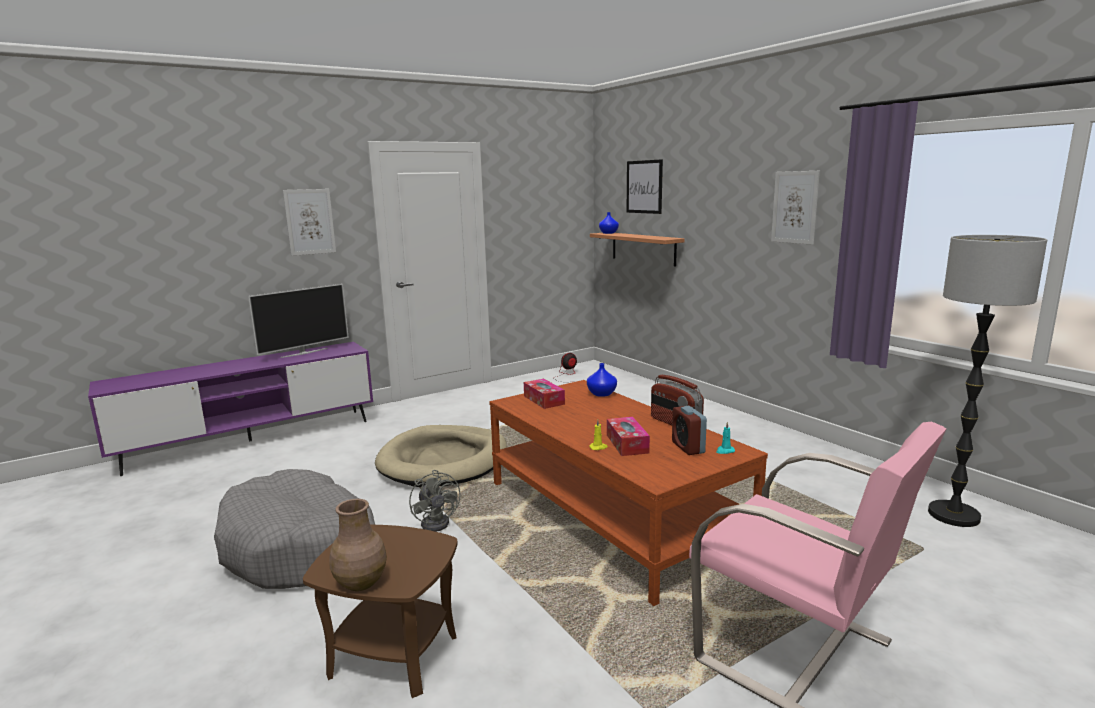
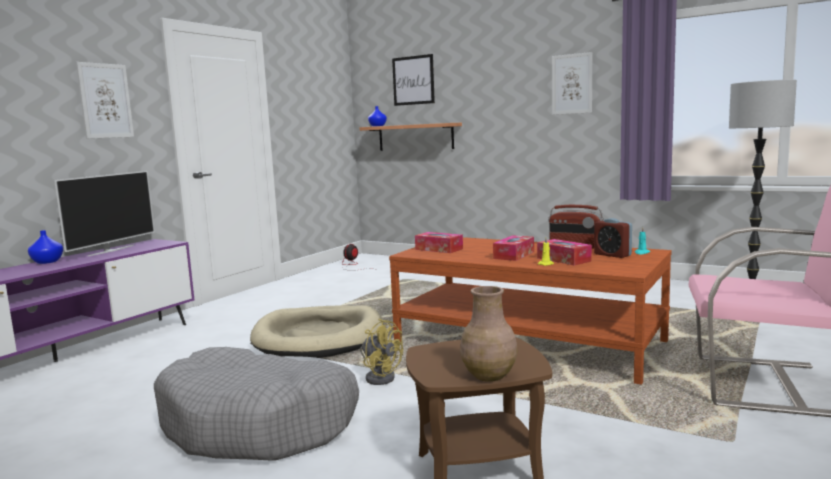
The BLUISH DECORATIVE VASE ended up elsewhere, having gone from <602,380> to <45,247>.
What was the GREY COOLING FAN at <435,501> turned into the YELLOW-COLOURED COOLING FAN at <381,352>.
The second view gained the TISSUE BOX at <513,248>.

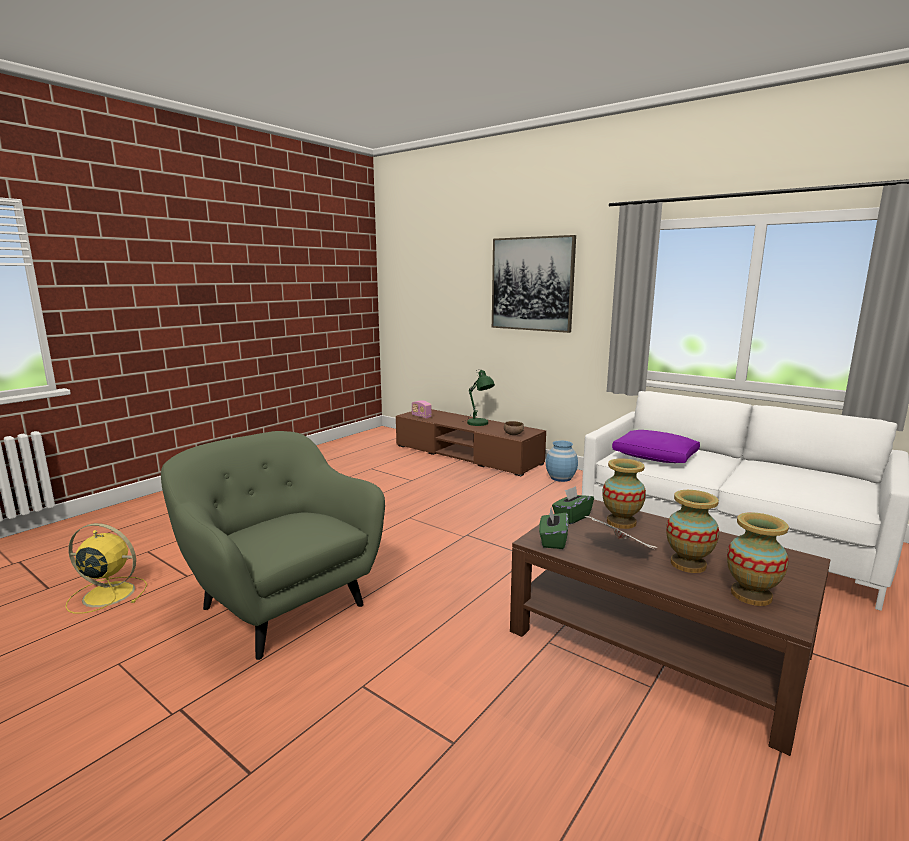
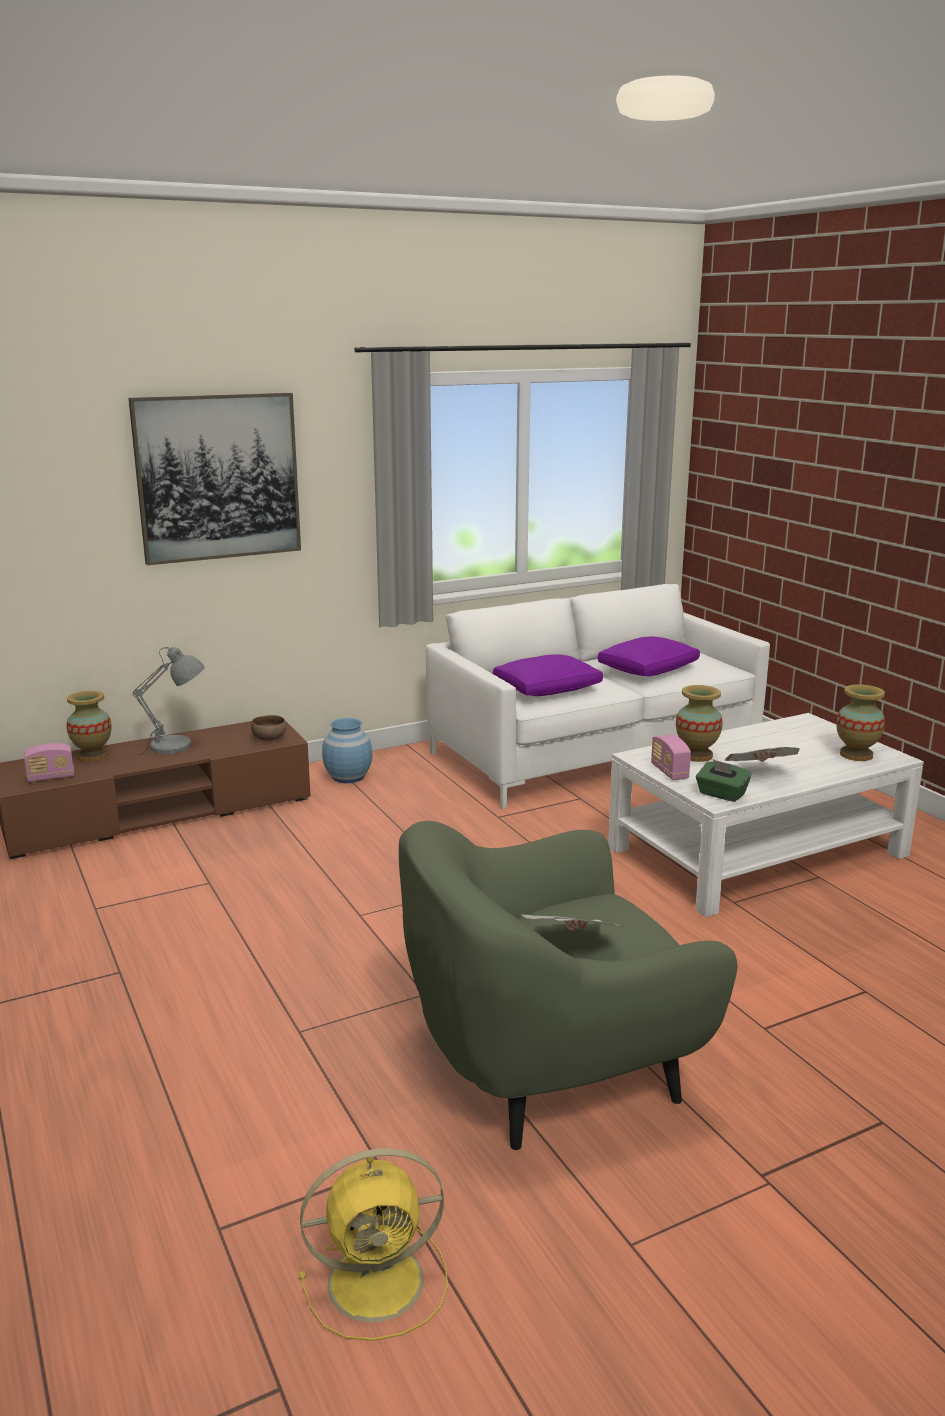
The DECORATIVE VASE ended up elsewhere, having gone from <692,531> to <89,726>.
What was the GREEN LAMP FOR A TABLE at <479,397> turned into the GREY LAMP FOR A TABLE at <169,701>.
The YELLOW-COLOURED COOLING FAN at <106,568> ended up facing another way, 135 degrees counterclockwise from before.
The second view gained the DAILY PAPER at <571,923>.
The second view gained the PURPLE CUSHION at <649,656>.
What was the BROWN-COLOURED LOW TABLE at <670,628> turned into the WHITISH LOW TABLE at <766,815>.
Where the GREEN TISSUE BOX stood at <573,505>, the RADIO came to stand at <671,757>.

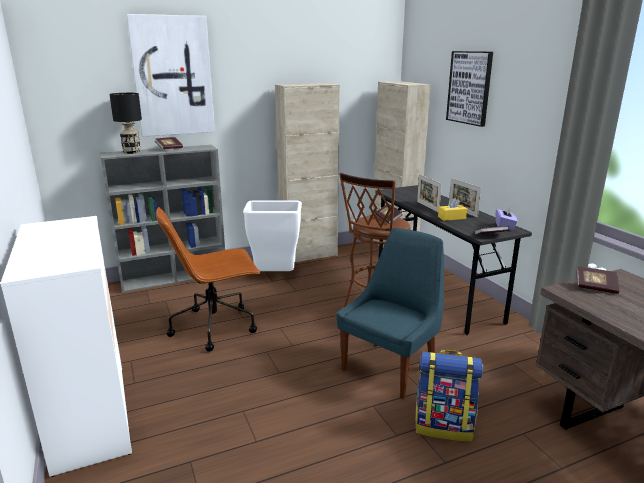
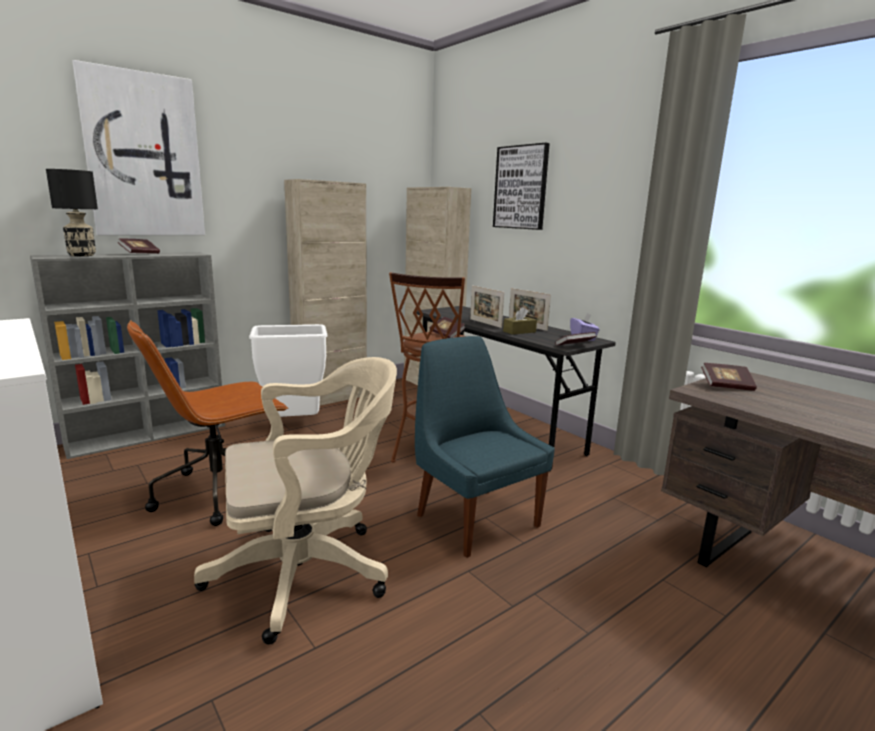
The second view gained the SAND-COLOURED OFFICE CHAIR at <295,501>.
The BLUISH CHAIR at <390,313> ended up facing another way, 60 degrees counterclockwise from before.
What was the YELLOW-COLOURED TISSUE BOX at <452,209> turned into the BROWN-COLOURED TISSUE BOX at <520,321>.
The second view lost the BACKPACK at <449,395>.

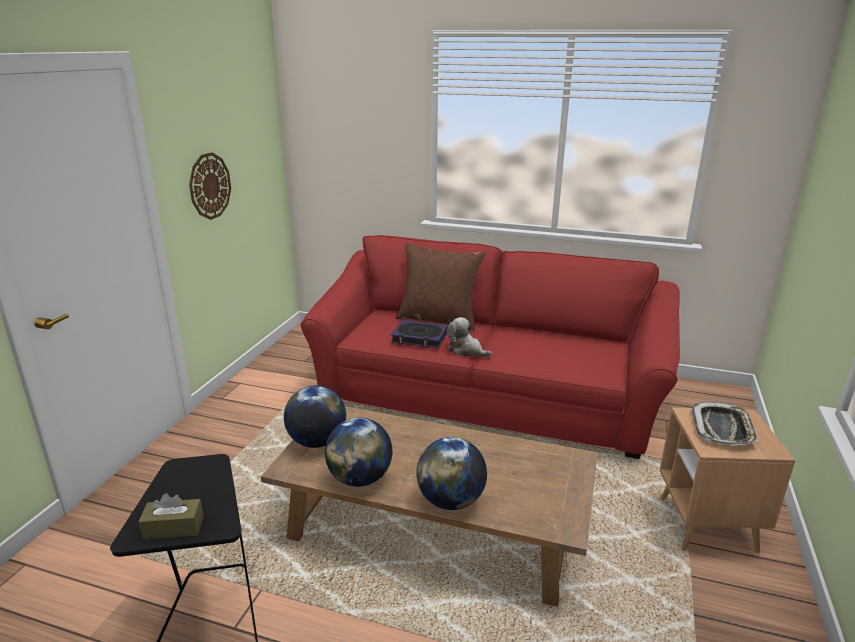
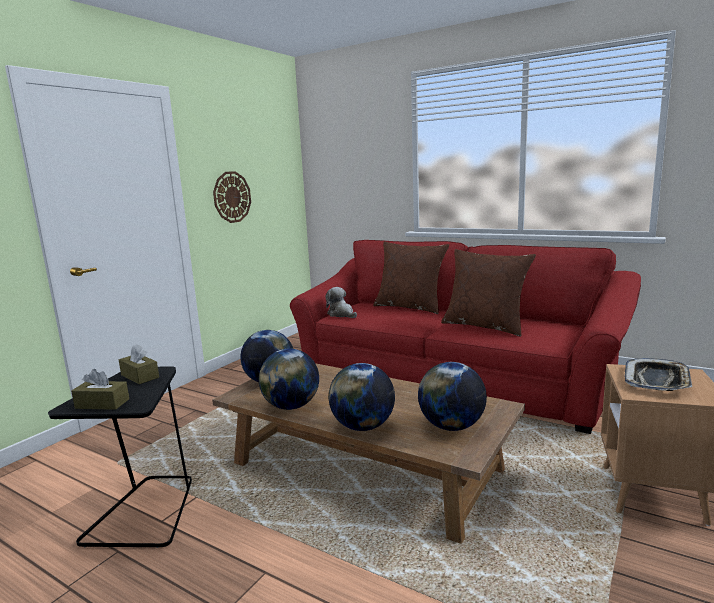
The second view gained the BROWN-COLOURED TISSUE BOX at <139,364>.
The PLUSH TOY ended up elsewhere, having gone from <469,337> to <341,302>.
The second view gained the WORLD GLOBE at <452,396>.
The second view gained the BROWN-COLOURED CUSHION at <488,293>.
The second view lost the BOUND BOOK at <419,334>.

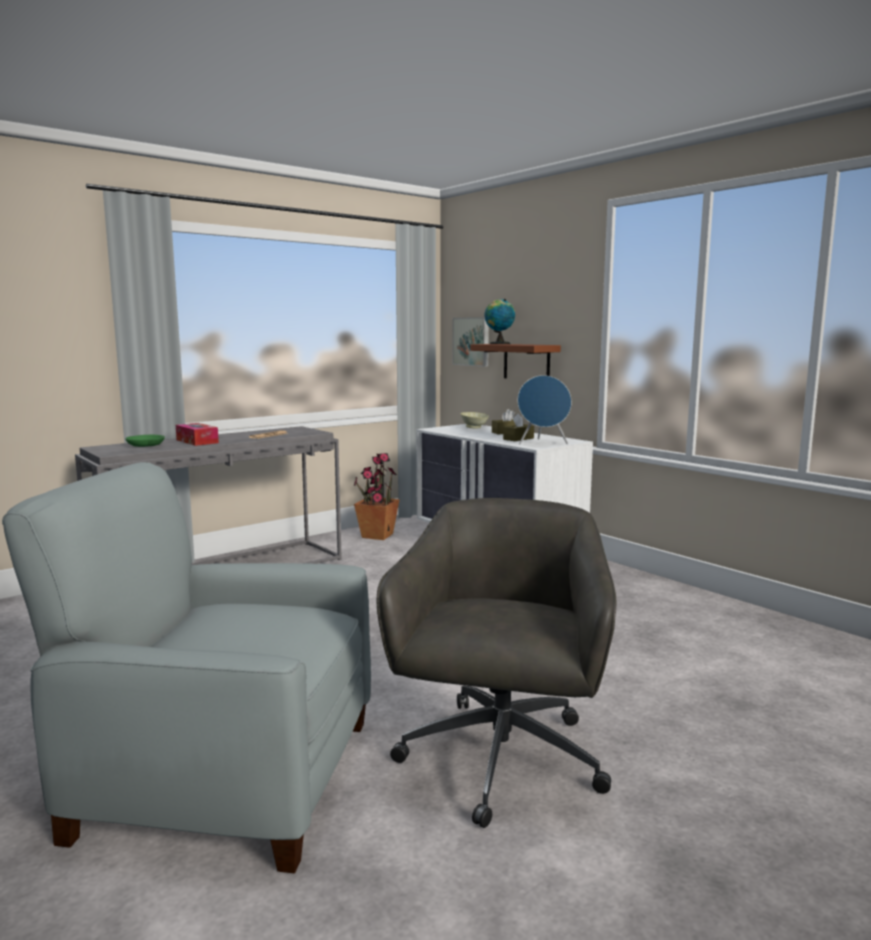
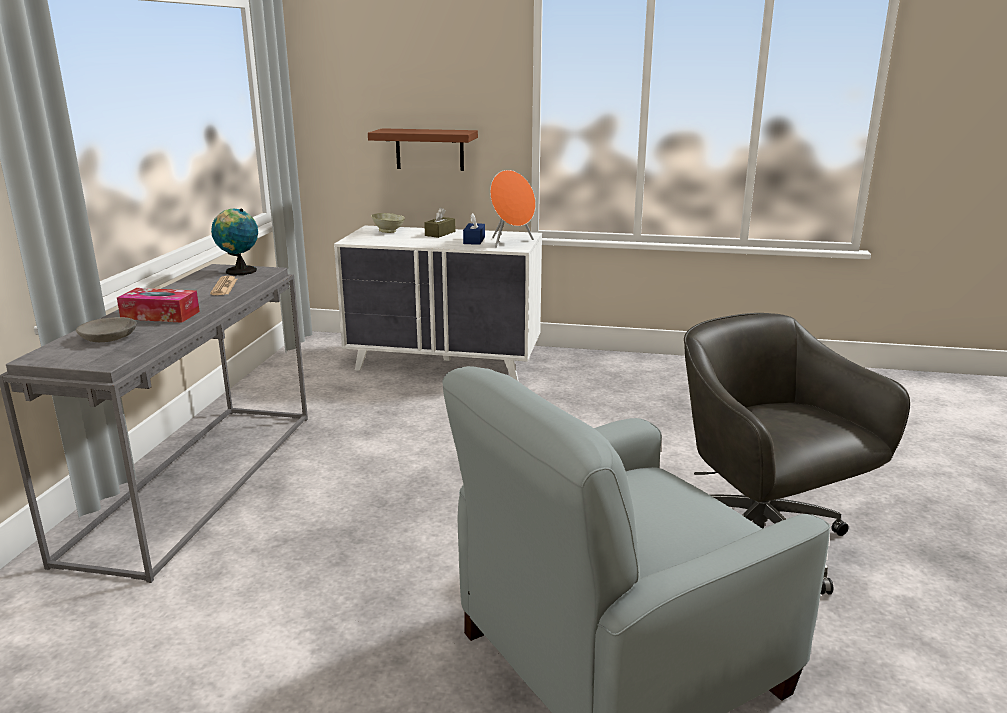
What was the GREEN DEEP DISH at <145,441> turned into the GREY DEEP DISH at <106,329>.
The WORLD GLOBE ended up elsewhere, having gone from <499,321> to <234,242>.
What was the BROWN-COLOURED TISSUE BOX at <518,427> turned into the BLUISH TISSUE BOX at <474,229>.
What was the BLUISH AUDIO SPEAKER at <545,409> turned into the ORANGE-COLOURED AUDIO SPEAKER at <513,209>.
The second view lost the HOUSEPLANT at <377,496>.
The second view lost the PICTURE at <470,342>.

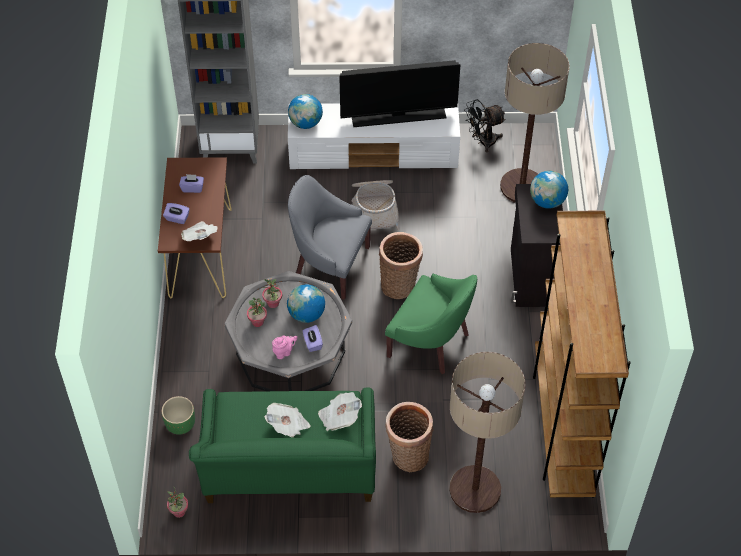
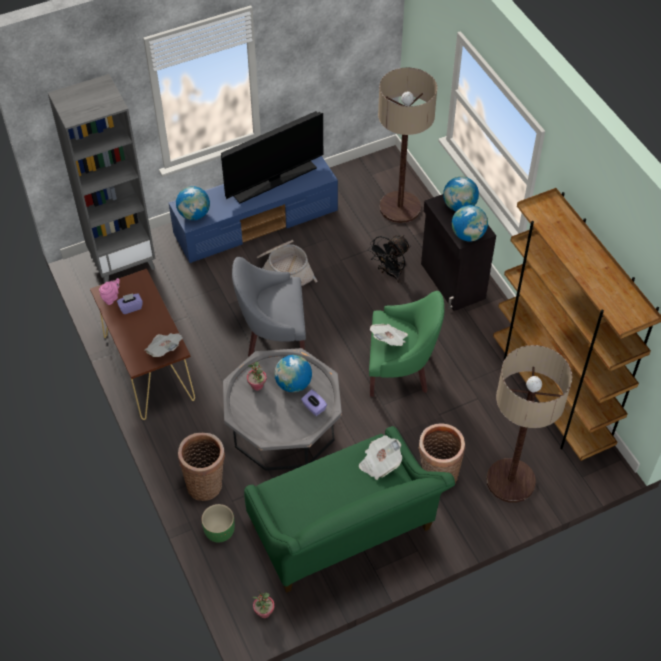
The PINK TEA POT ended up elsewhere, having gone from <284,347> to <109,291>.
What was the WHITISH MEDIA CONSOLE at <374,136> turned into the BLUISH MEDIA CONSOLE at <253,209>.
The HOUSEHOLD BASKET ended up elsewhere, having gone from <401,265> to <201,467>.
The BLACK COOLING FAN ended up elsewhere, having gone from <485,126> to <389,259>.
The DAILY PAPER ended up elsewhere, having gone from <287,420> to <389,335>.
The second view gained the WORLD GLOBE at <470,223>.
The second view lost the PURPLE TISSUE BOX at <176,213>.
The second view lost the HOUSEPLANT at <257,312>.

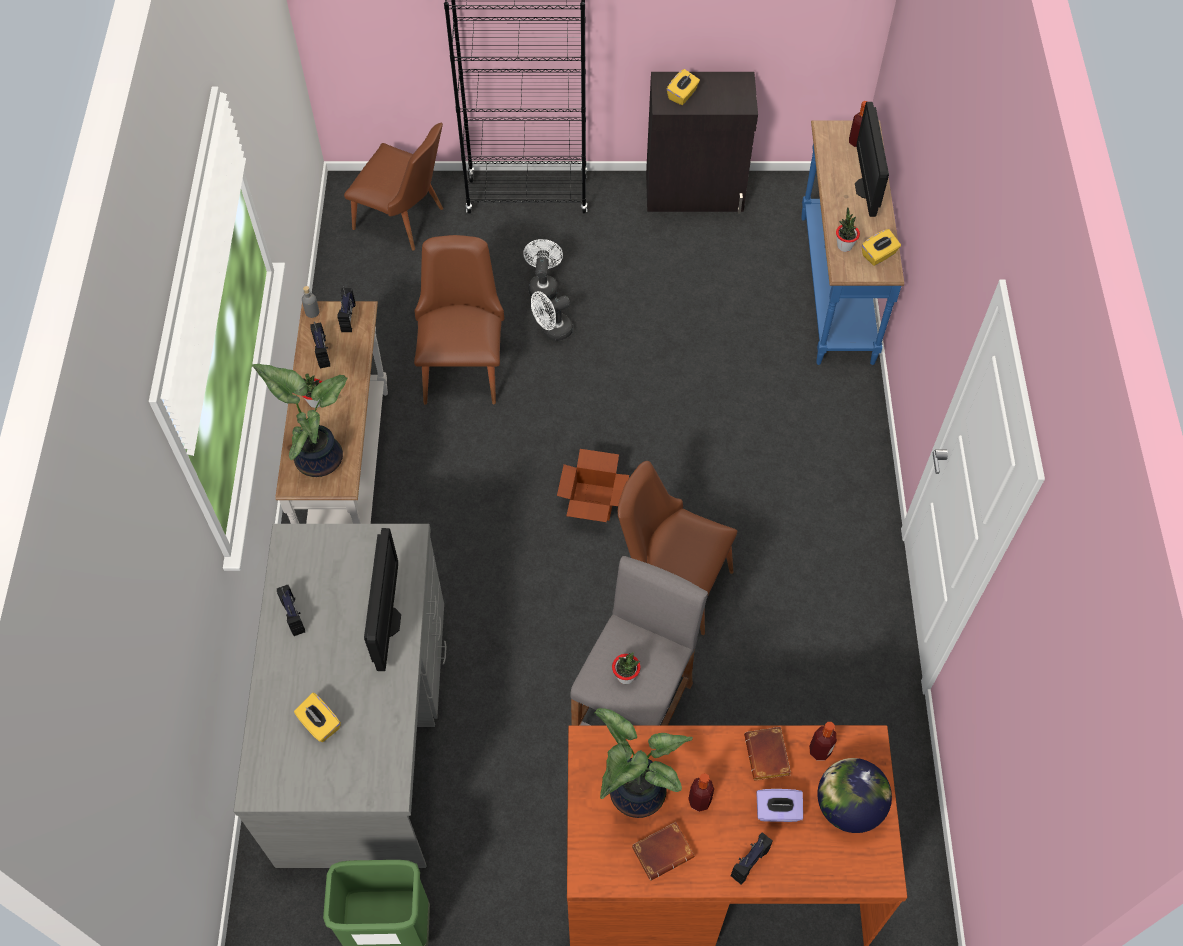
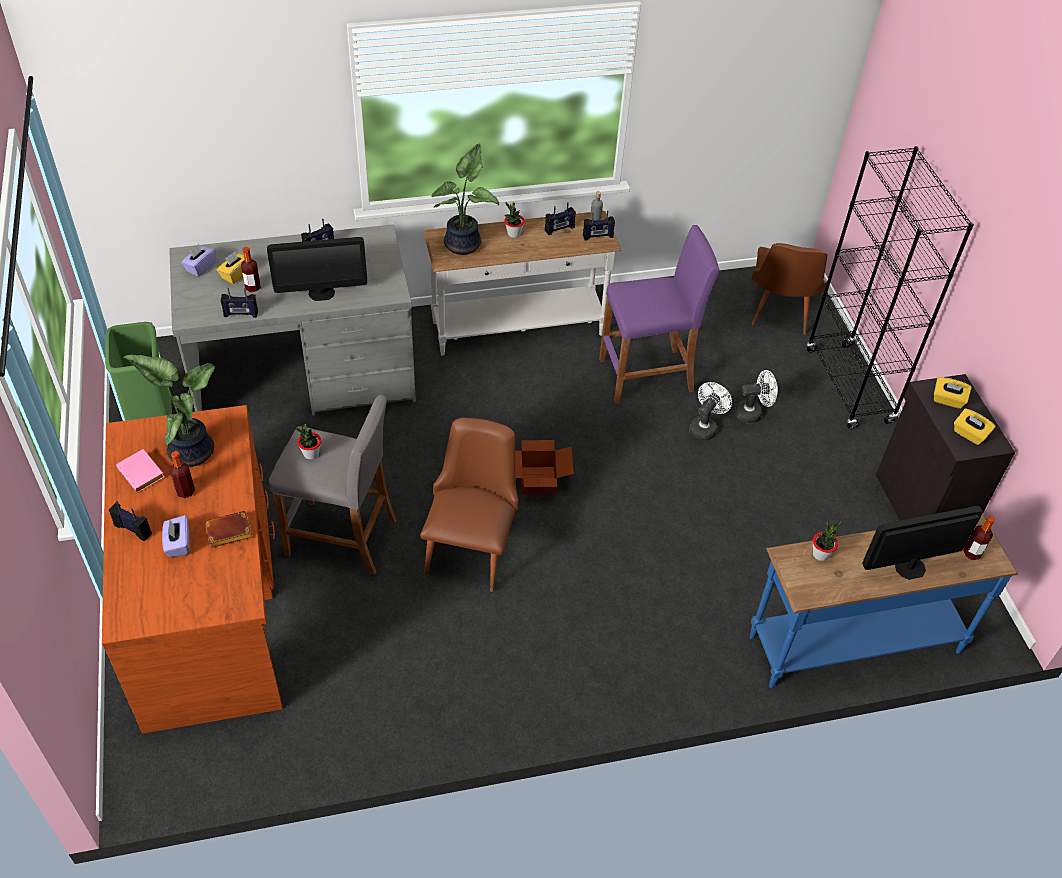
What was the BROWN-COLOURED BOUND BOOK at <663,851> turned into the PINK BOUND BOOK at <140,470>.
The second view gained the PURPLE TISSUE BOX at <198,260>.
The second view gained the RADIO at <239,303>.
The DRINK BOTTLE ended up elsewhere, having gone from <823,741> to <251,269>.
Where the BROWN-COLOURED CHAIR stood at <459,320>, the PURPLE STOOL SEAT came to stand at <659,314>.
The WHITISH COOLING FAN at <552,316> ended up facing another way, 75 degrees clockwise from before.
The YELLOW-COLOURED TISSUE BOX ended up elsewhere, having gone from <881,247> to <975,426>.
The second view lost the WORLD GLOBE at <854,795>.

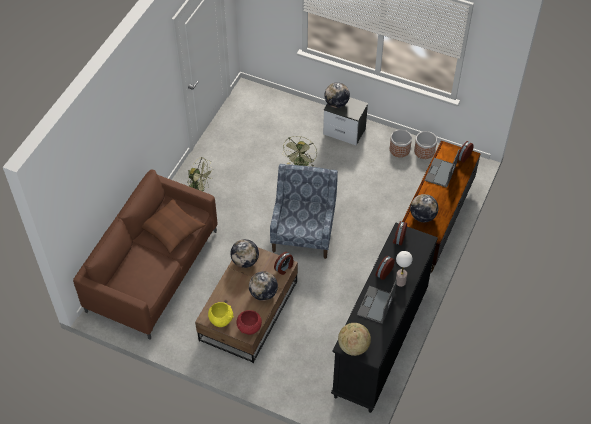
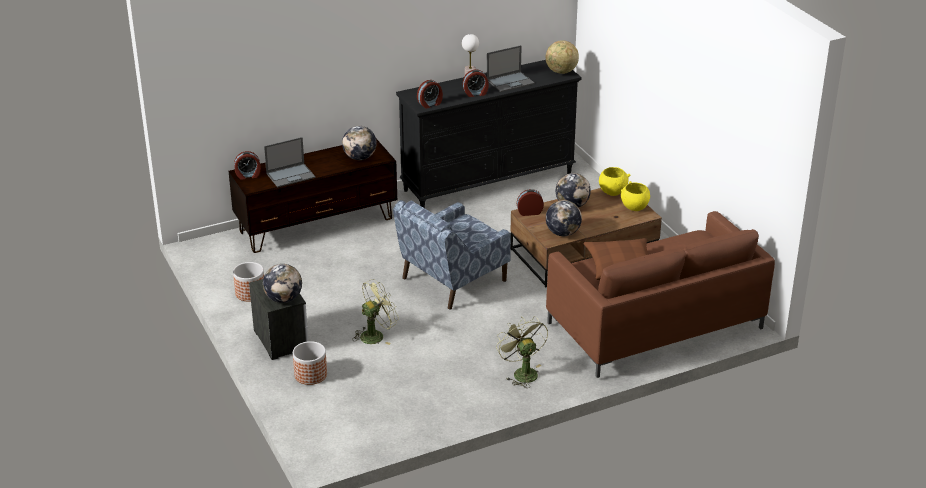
The FLOWER POT ended up elsewhere, having gone from <425,145> to <310,363>.
What was the RED-COLOURED DEEP DISH at <249,322> turned into the YELLOW-COLOURED DEEP DISH at <614,181>.

